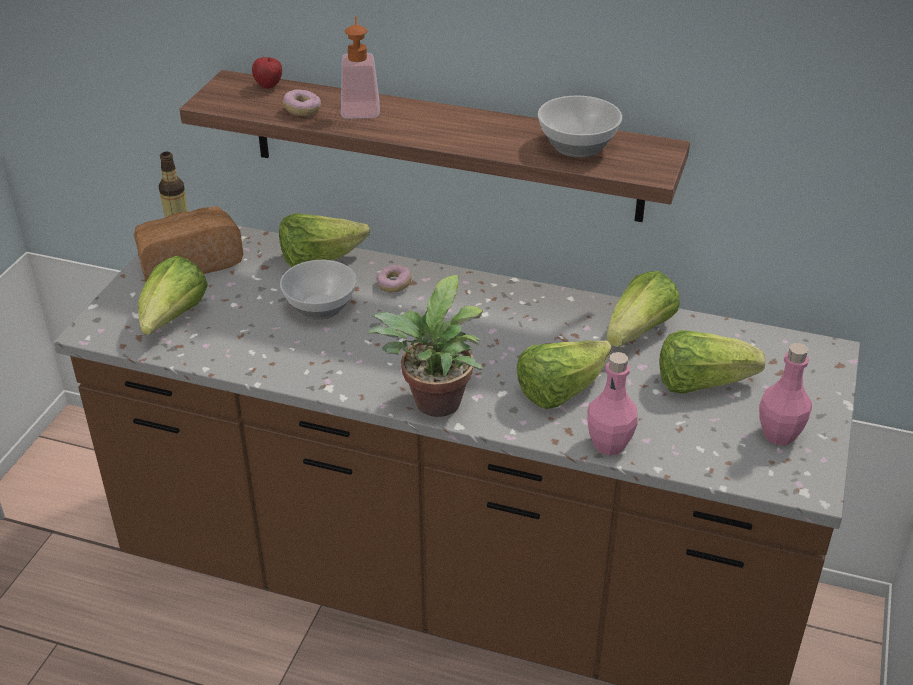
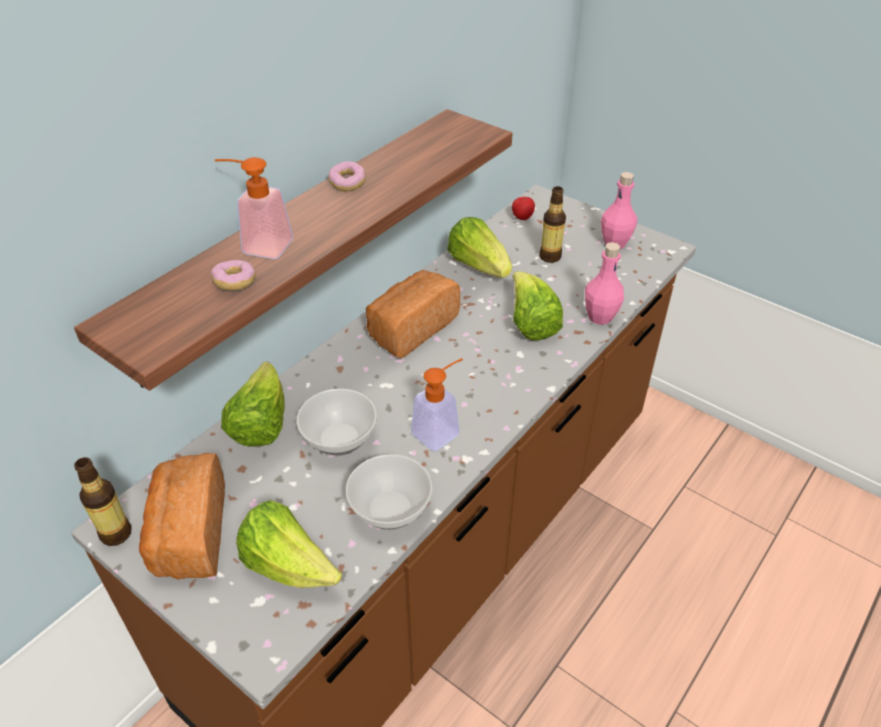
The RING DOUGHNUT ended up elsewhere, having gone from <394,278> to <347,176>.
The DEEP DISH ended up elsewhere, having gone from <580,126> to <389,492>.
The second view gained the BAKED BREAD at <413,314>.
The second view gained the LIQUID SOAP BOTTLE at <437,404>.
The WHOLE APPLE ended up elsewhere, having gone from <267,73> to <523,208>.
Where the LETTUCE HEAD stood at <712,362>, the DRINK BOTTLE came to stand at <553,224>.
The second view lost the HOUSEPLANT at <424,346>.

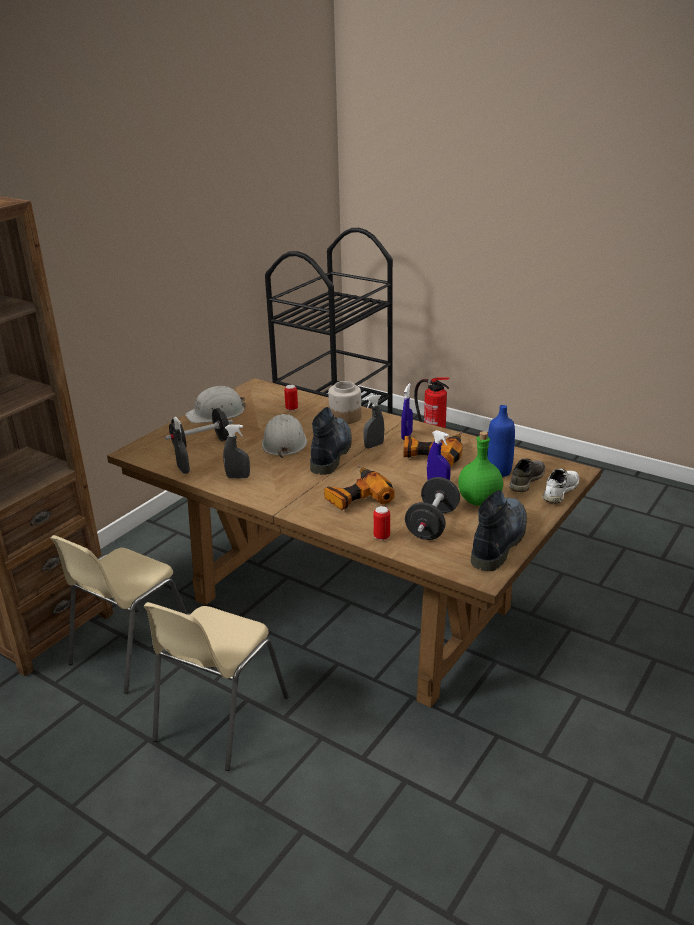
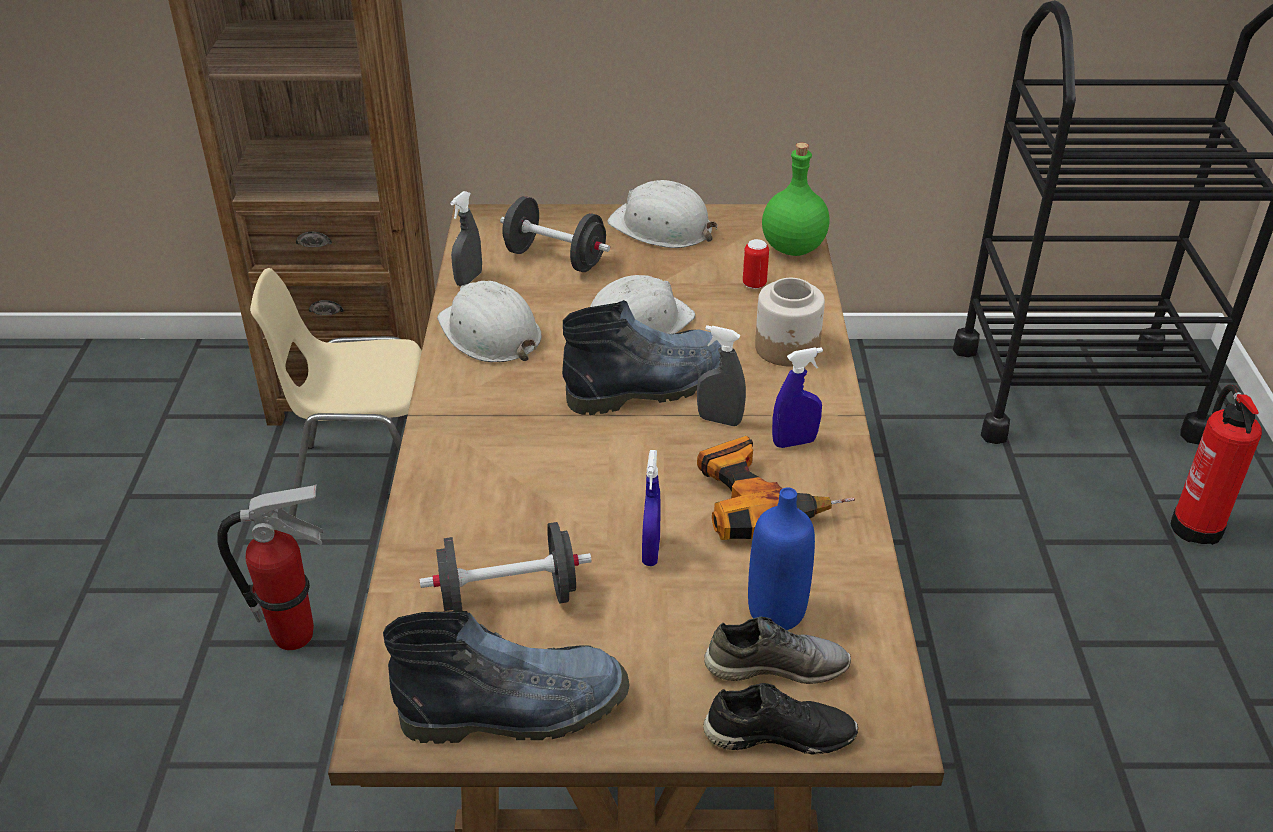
Where the SAND-COLOURED CHAIR stood at <216,686>, the FIRE EXTINGUISHER came to stand at <270,567>.
Where the GREY SPRAYER stood at <236,452>, the WHITISH WORK HELMET came to stand at <489,321>.
What was the WHITISH ITEM OF FOOTWEAR at <561,486> turned into the BLACK ITEM OF FOOTWEAR at <780,719>.
The GREEN DRINK BOTTLE ended up elsewhere, having gone from <480,468> to <796,199>.
The second view lost the ELECTRIC DRILL at <359,487>.
The second view lost the METAL CAN at <381,523>.

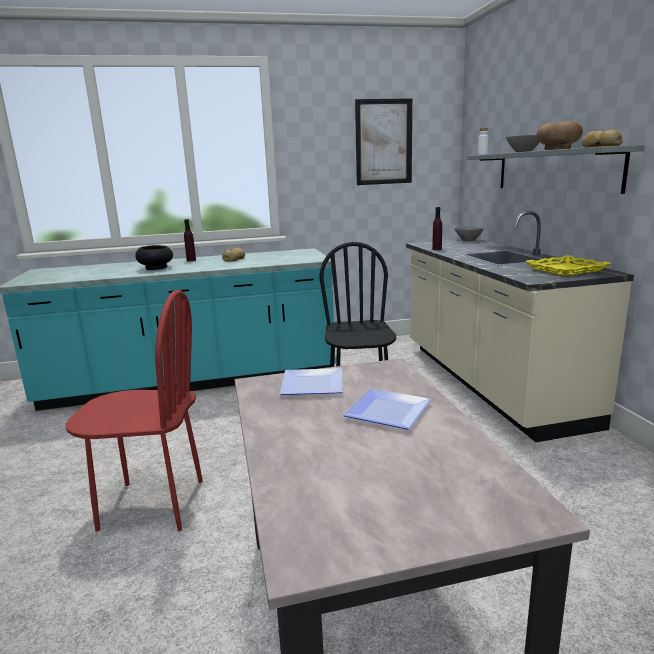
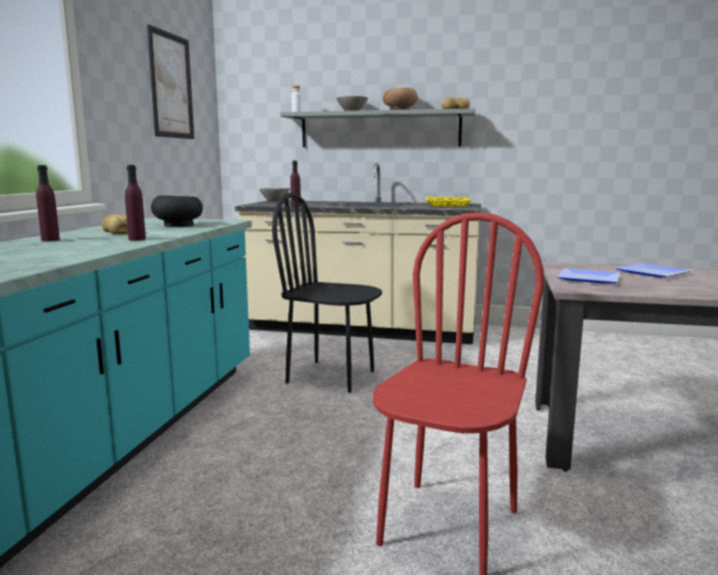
The second view gained the PURPLE DRINK BOTTLE at <135,202>.
The BLACK DEEP DISH ended up elsewhere, having gone from <154,257> to <177,211>.

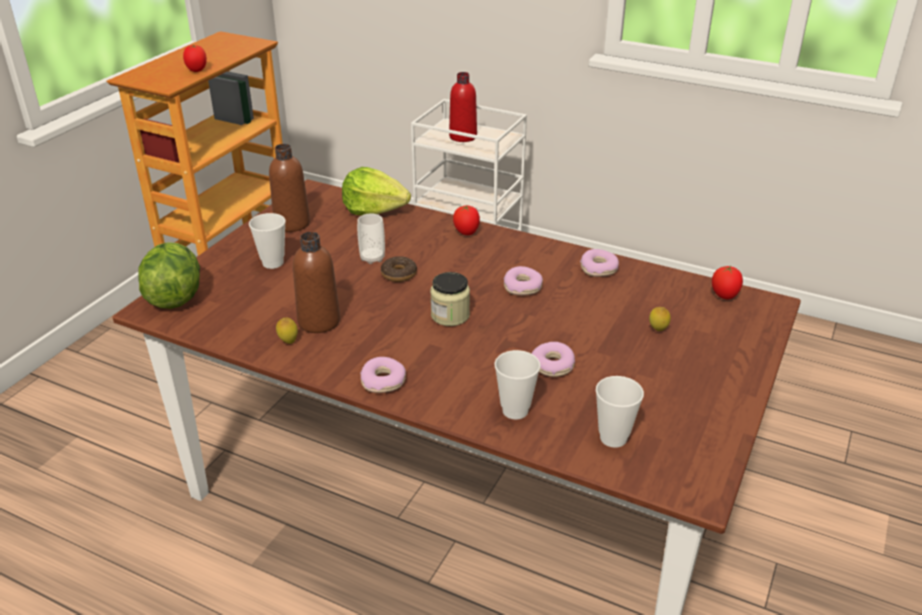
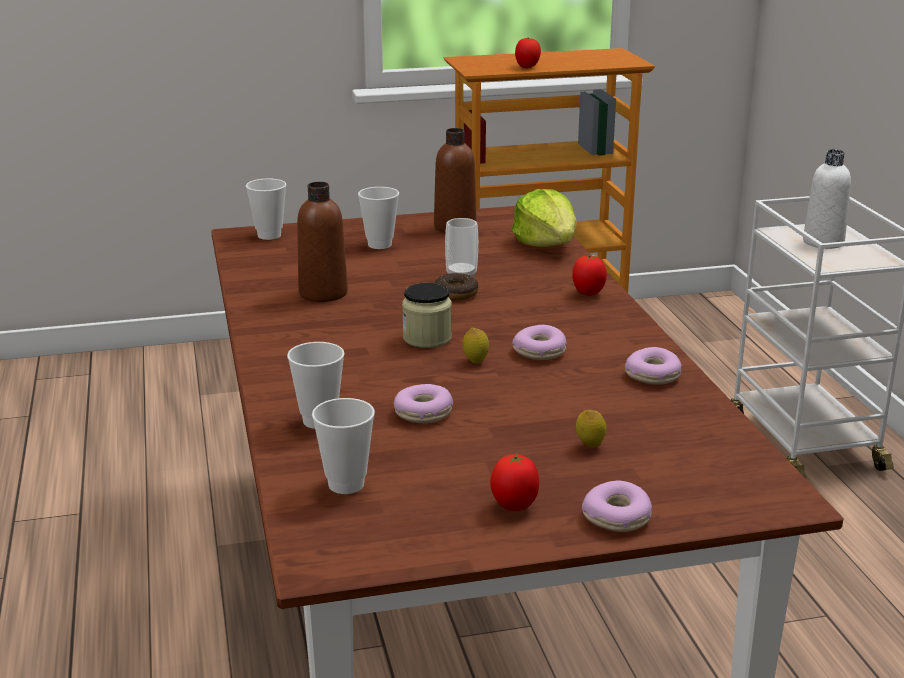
Where the LETTUCE HEAD stood at <169,275>, the SMALL CUP came to stand at <266,209>.
The WHOLE LEMON ended up elsewhere, having gone from <287,331> to <476,346>.
The FRESH TOMATO ended up elsewhere, having gone from <727,282> to <514,482>.
The RING DOUGHNUT ended up elsewhere, having gone from <383,375> to <617,506>.
What was the RED-COLOURED DRINK BOTTLE at <463,107> turned into the WHITISH DRINK BOTTLE at <827,199>.

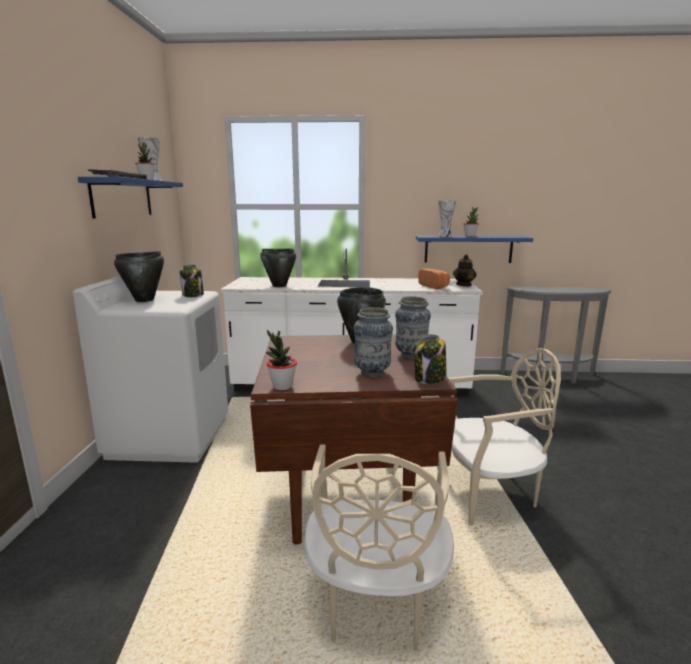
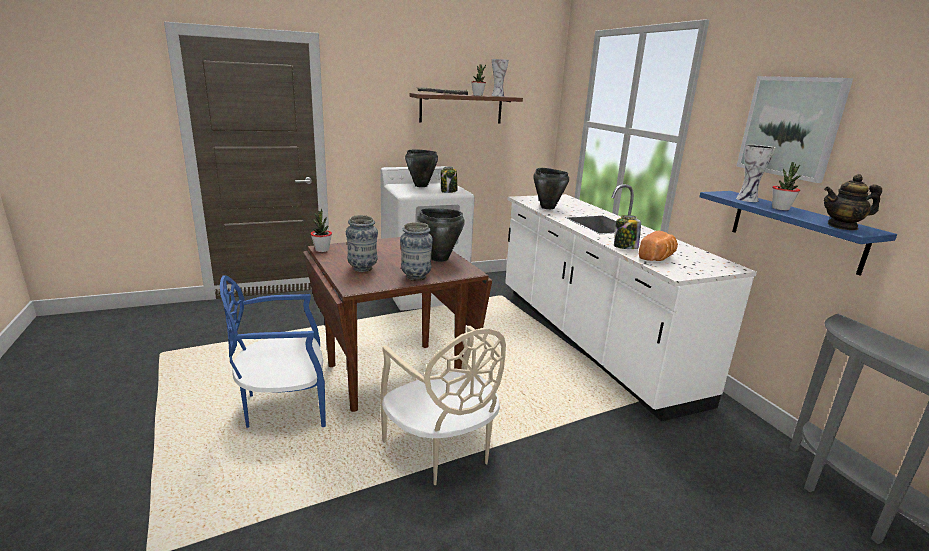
What was the SAND-COLOURED CHAIR at <379,547> turned into the BLUISH CHAIR at <273,351>.
What was the BLUISH WALL SHELF at <130,198> turned into the BROWN-COLOURED WALL SHELF at <466,108>.
The PRESERVE JAR ended up elsewhere, having gone from <430,359> to <627,232>.
The second view gained the PICTURE at <794,129>.
The TEA POT ended up elsewhere, having gone from <465,270> to <853,202>.

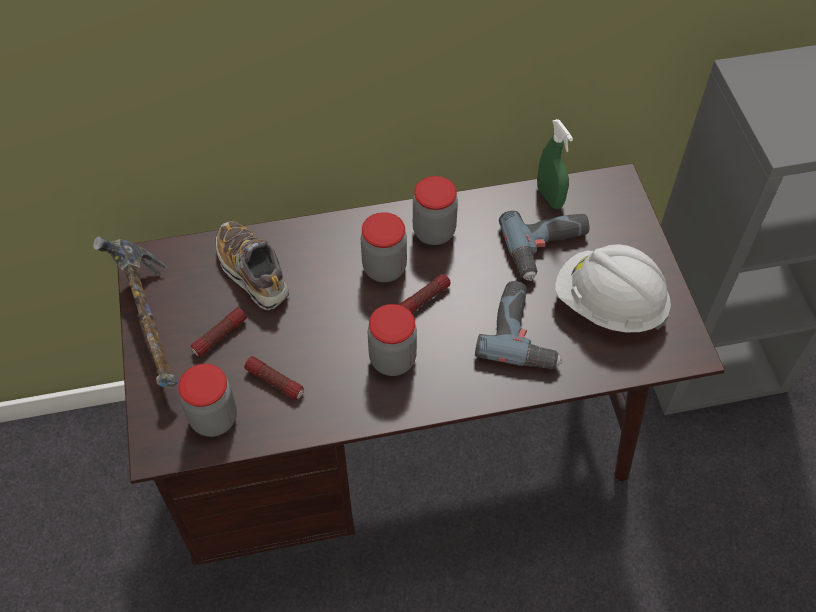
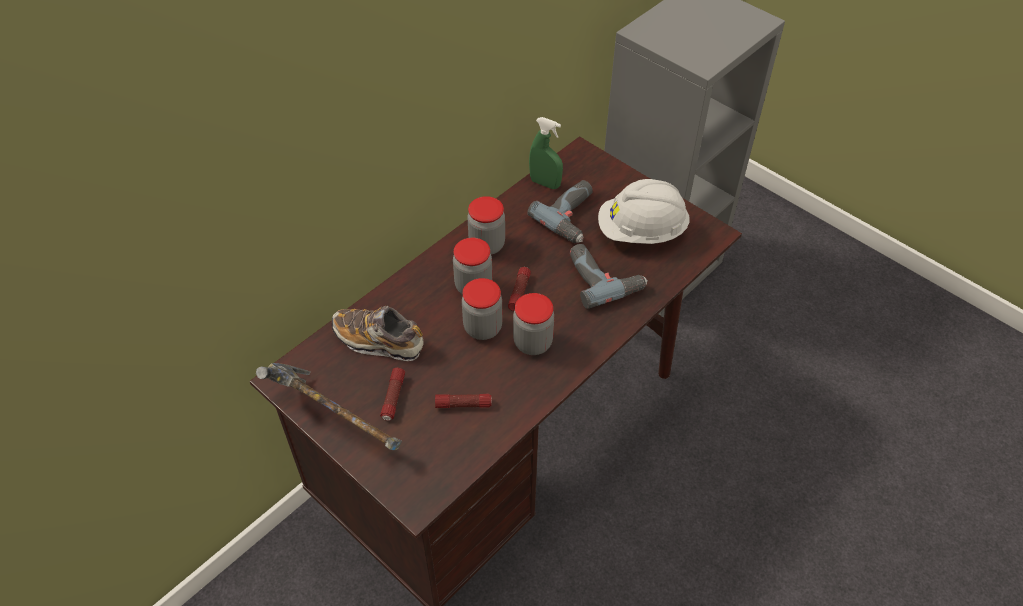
The PRESERVE JAR ended up elsewhere, having gone from <207,400> to <482,309>.

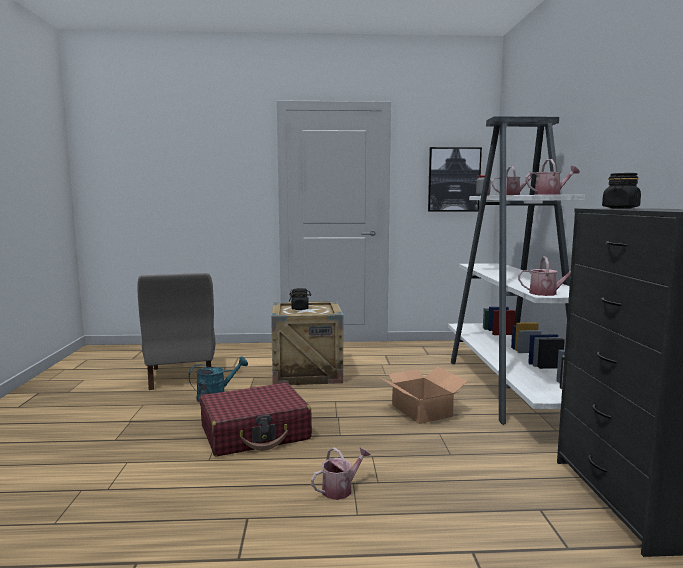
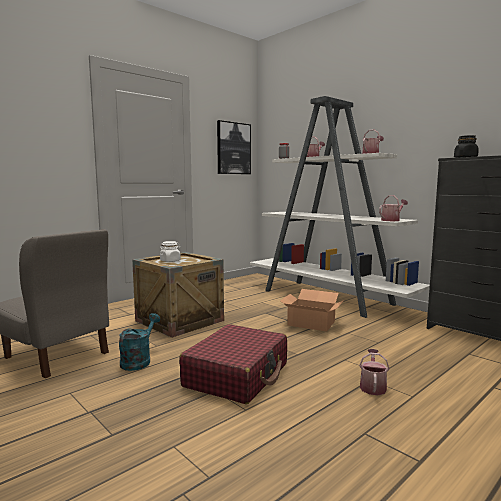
What was the BLACK PRESERVE JAR at <300,299> turned into the WHITISH PRESERVE JAR at <170,251>.

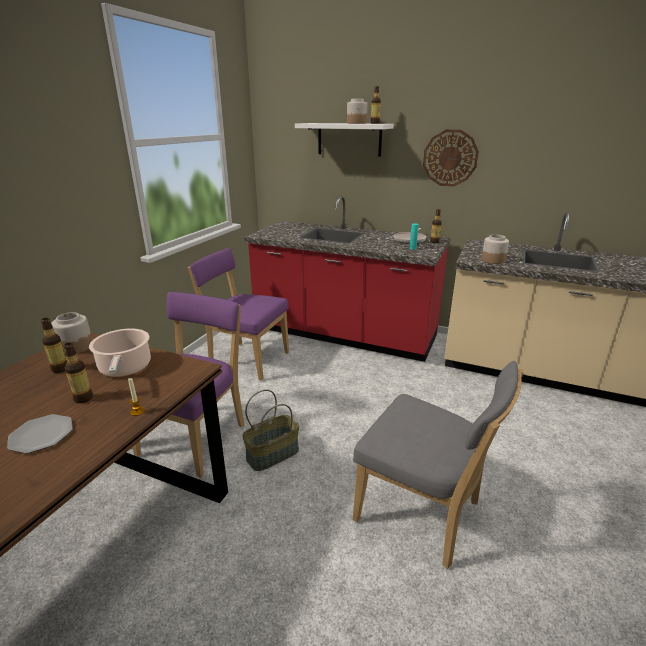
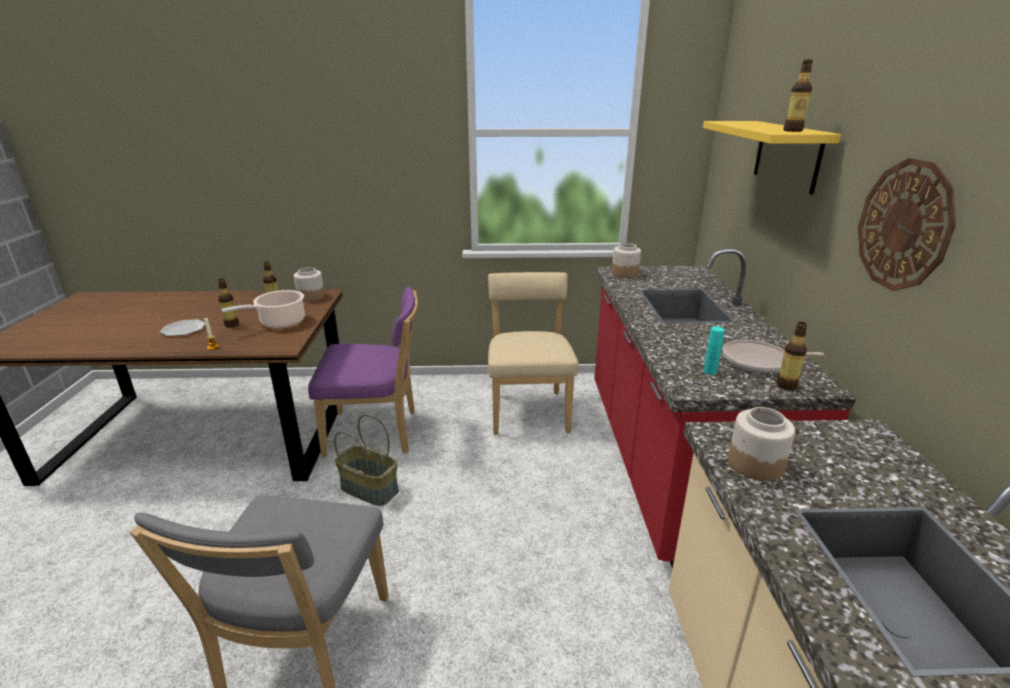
What was the PURPLE CHAIR at <238,314> turned into the SAND-COLOURED CHAIR at <533,353>.
The PRESERVE JAR ended up elsewhere, having gone from <357,111> to <626,260>.
What was the WHITISH WALL SHELF at <344,140> turned into the YELLOW-COLOURED WALL SHELF at <772,158>.

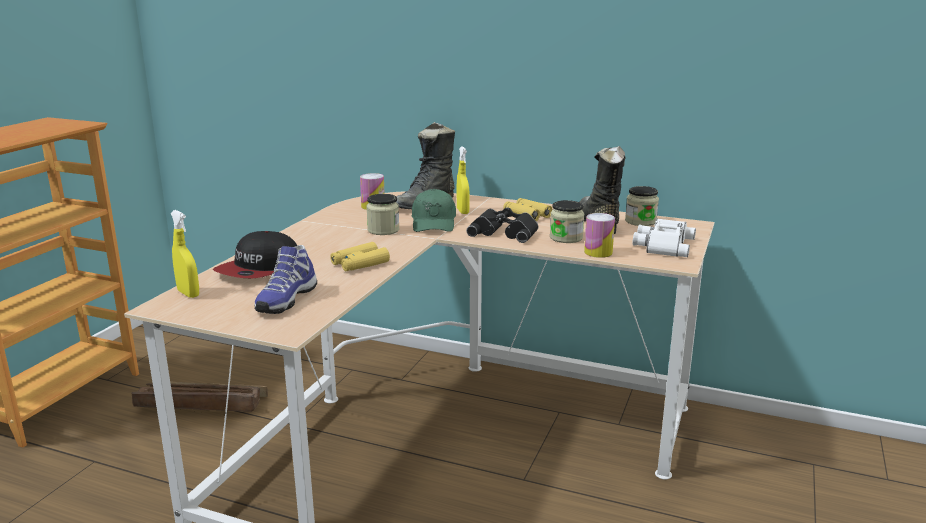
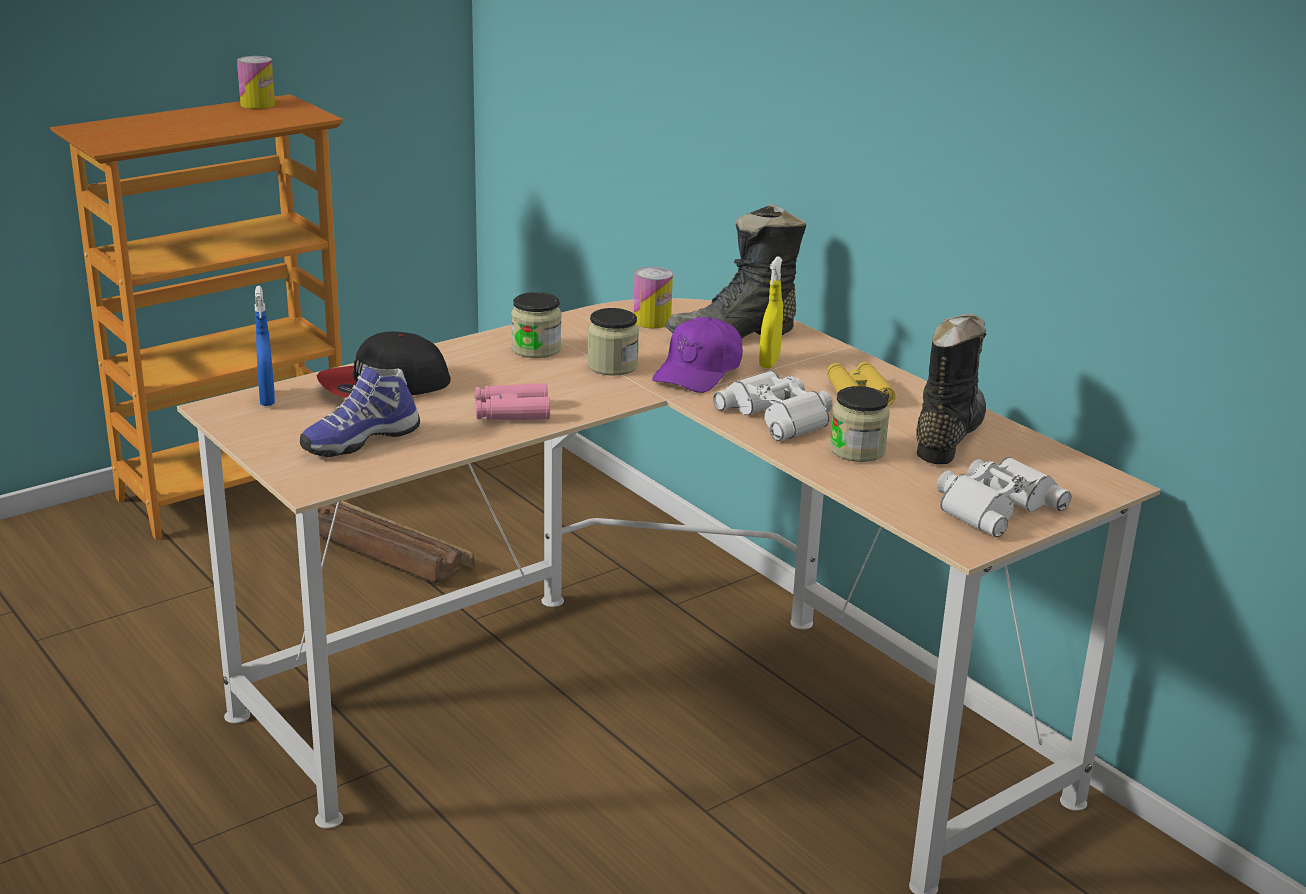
The METAL CAN ended up elsewhere, having gone from <599,235> to <256,82>.
What was the YELLOW-COLOURED SPRAYER at <185,254> turned into the BLUISH SPRAYER at <265,346>.
What was the YELLOW-COLOURED BINOCULARS at <360,256> turned into the PINK BINOCULARS at <512,401>.
The PRESERVE JAR ended up elsewhere, having gone from <642,206> to <536,325>.
What was the GREEN BASEBALL CAP at <434,210> turned into the PURPLE BASEBALL CAP at <697,355>.
What was the BLACK BINOCULARS at <502,225> turned into the WHITISH BINOCULARS at <773,406>.

